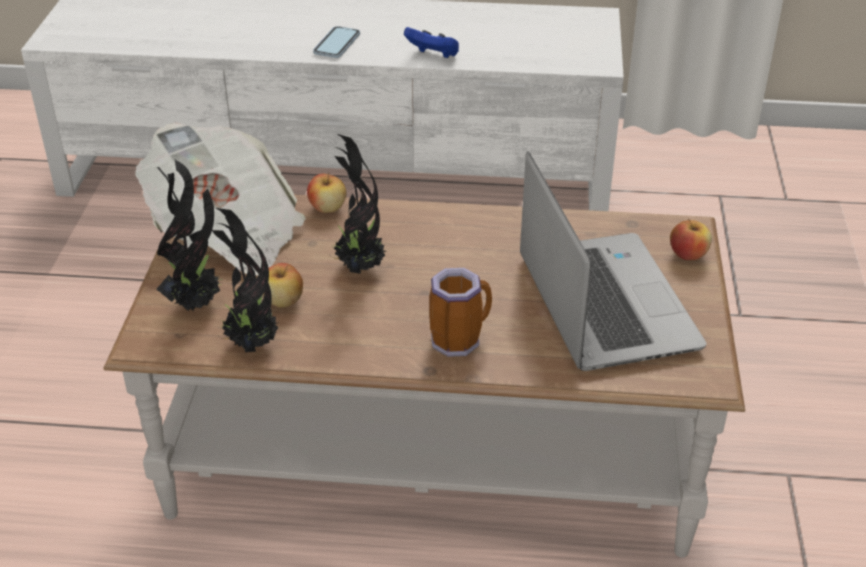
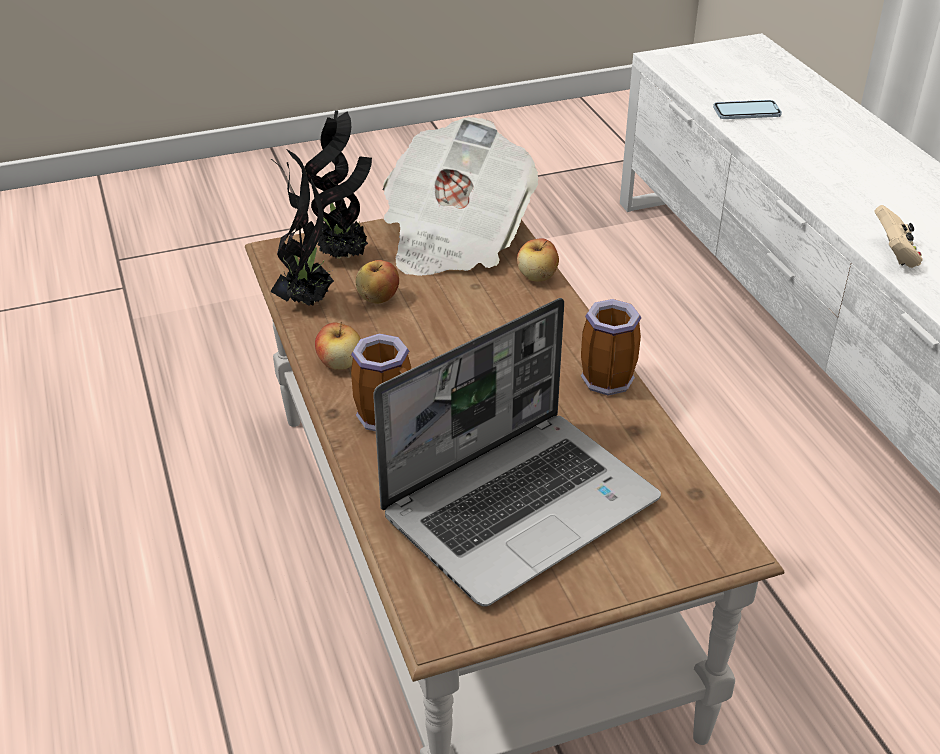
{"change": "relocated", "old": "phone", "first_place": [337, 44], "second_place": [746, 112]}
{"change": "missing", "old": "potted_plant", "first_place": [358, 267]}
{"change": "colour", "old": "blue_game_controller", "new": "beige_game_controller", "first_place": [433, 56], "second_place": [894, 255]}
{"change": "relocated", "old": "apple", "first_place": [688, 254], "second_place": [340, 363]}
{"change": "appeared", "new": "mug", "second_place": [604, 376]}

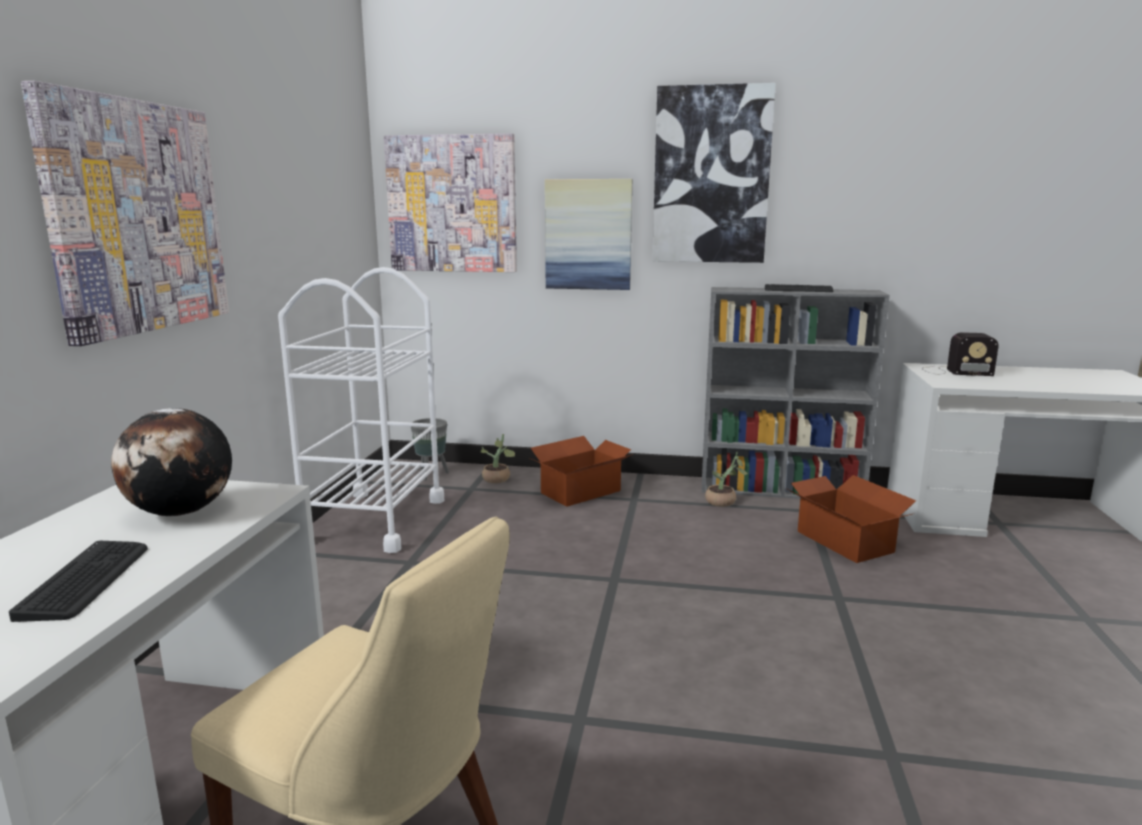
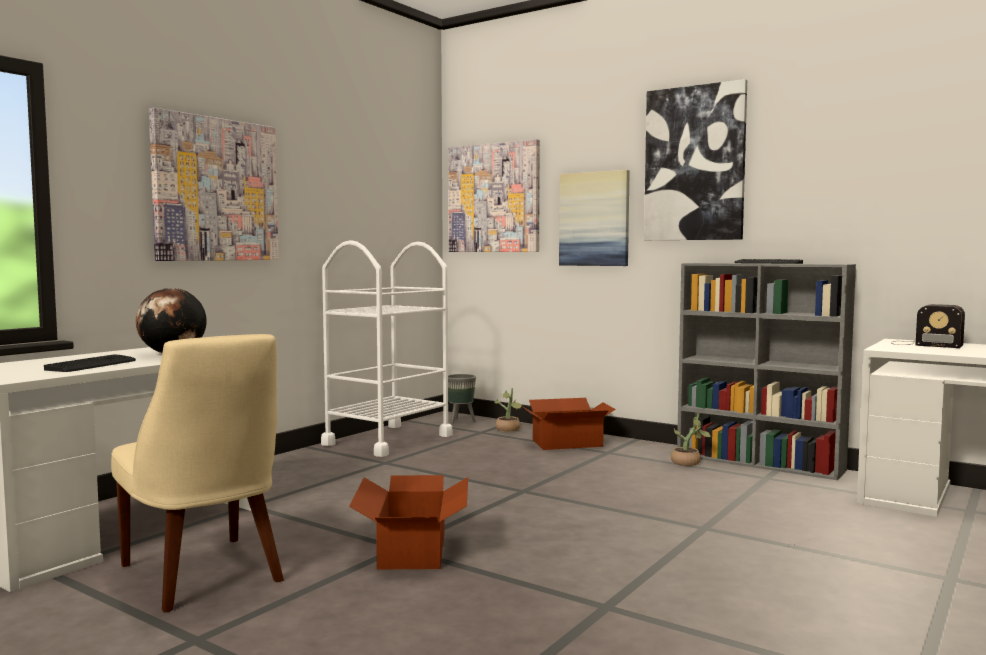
{"change": "relocated", "old": "cardboard_box", "first_place": [844, 541], "second_place": [414, 550]}

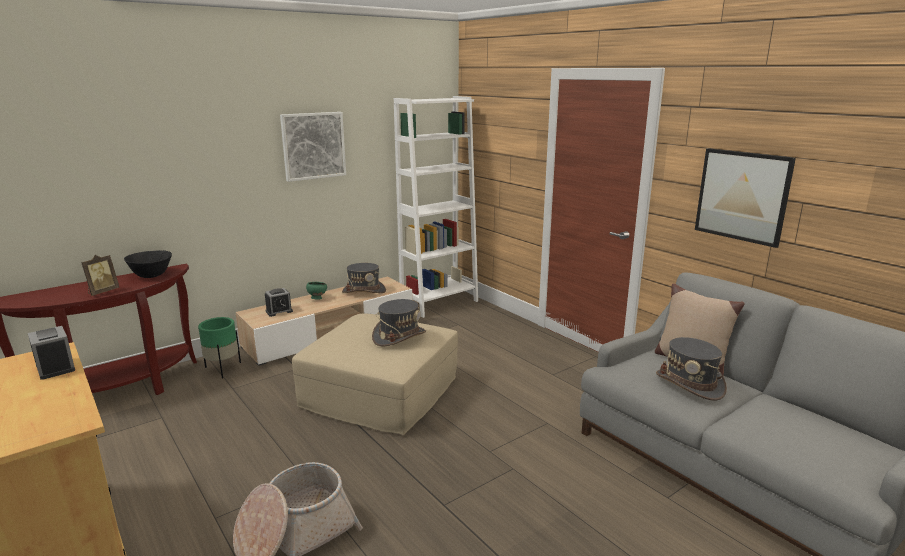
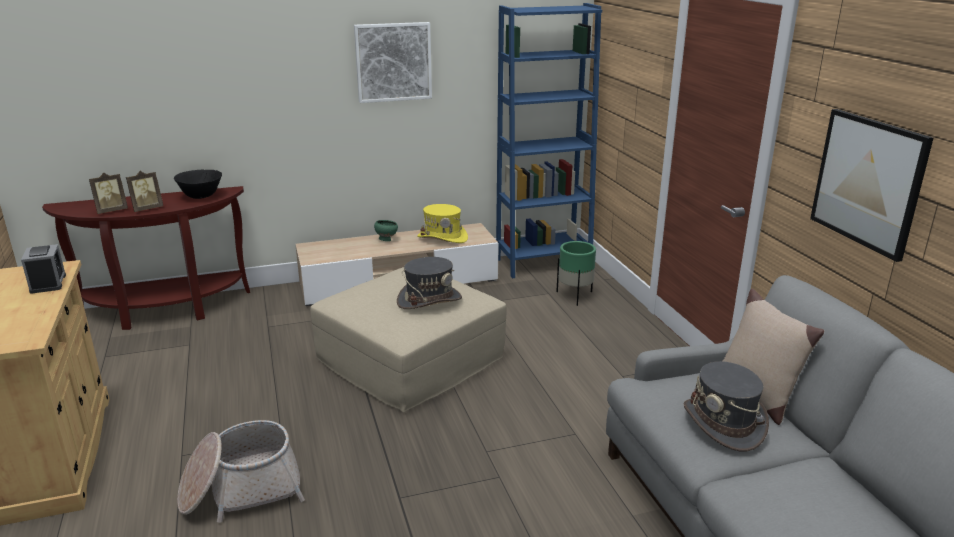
{"change": "relocated", "old": "green_planter", "first_place": [222, 369], "second_place": [575, 296]}
{"change": "missing", "old": "alarm_clock", "first_place": [279, 311]}
{"change": "colour", "old": "grey_hat", "new": "yellow_hat", "first_place": [364, 291], "second_place": [442, 237]}
{"change": "colour", "old": "white_bookcase", "new": "blue_bookcase", "first_place": [439, 303], "second_place": [543, 263]}
{"change": "appeared", "new": "picture_frame", "second_place": [111, 211]}

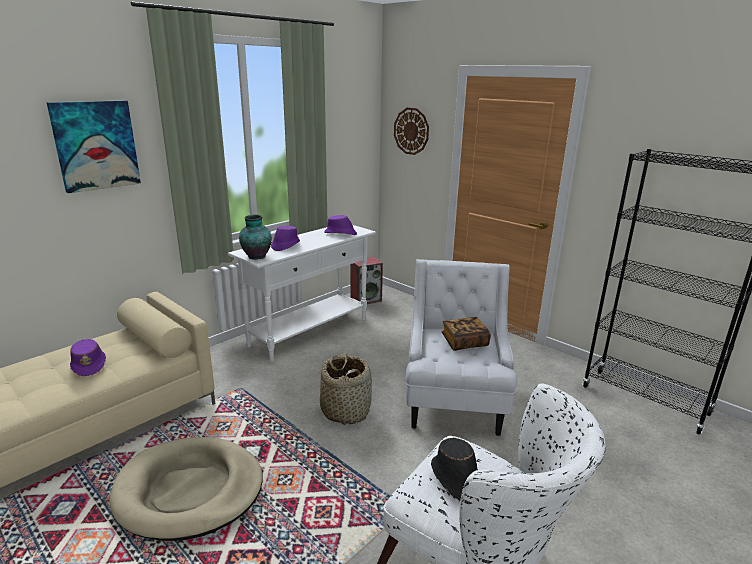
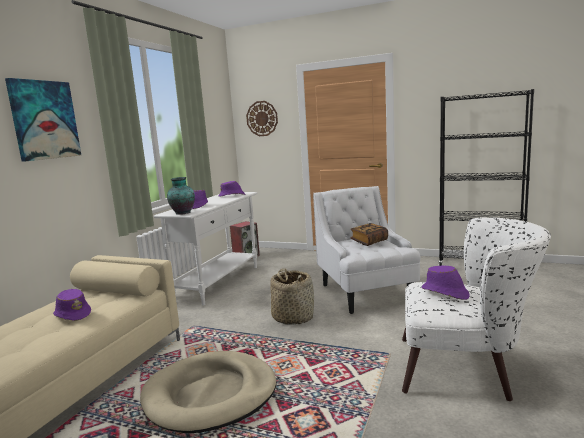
{"change": "colour", "old": "black_hat", "new": "purple_hat", "first_place": [455, 478], "second_place": [445, 293]}

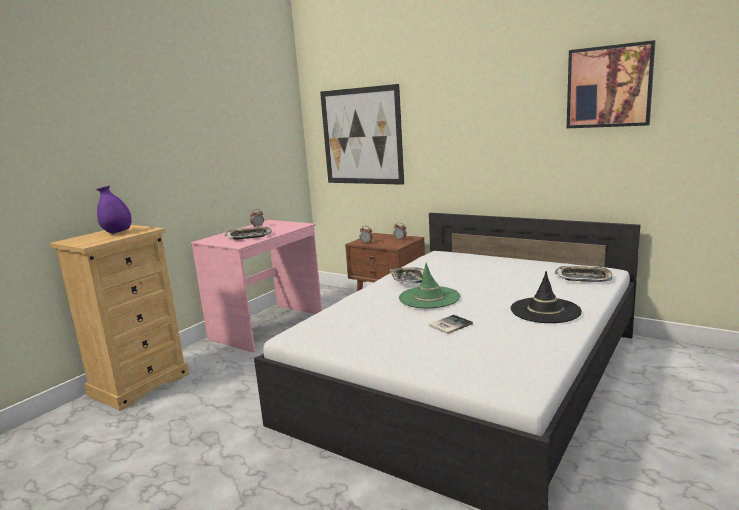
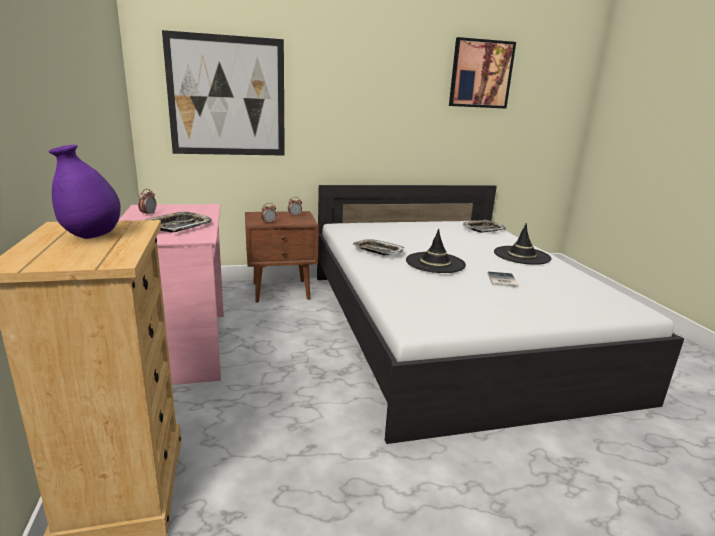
{"change": "colour", "old": "green_hat", "new": "black_hat", "first_place": [429, 298], "second_place": [435, 263]}

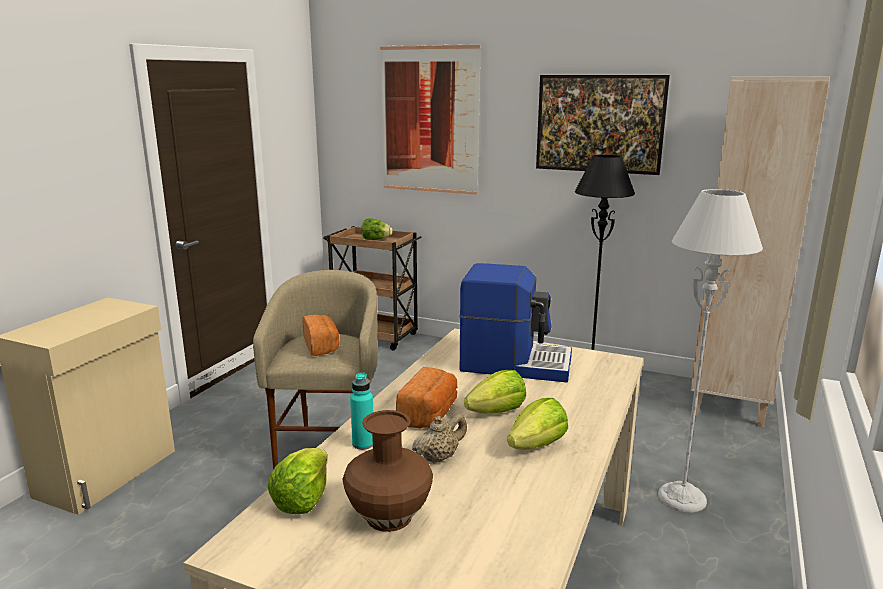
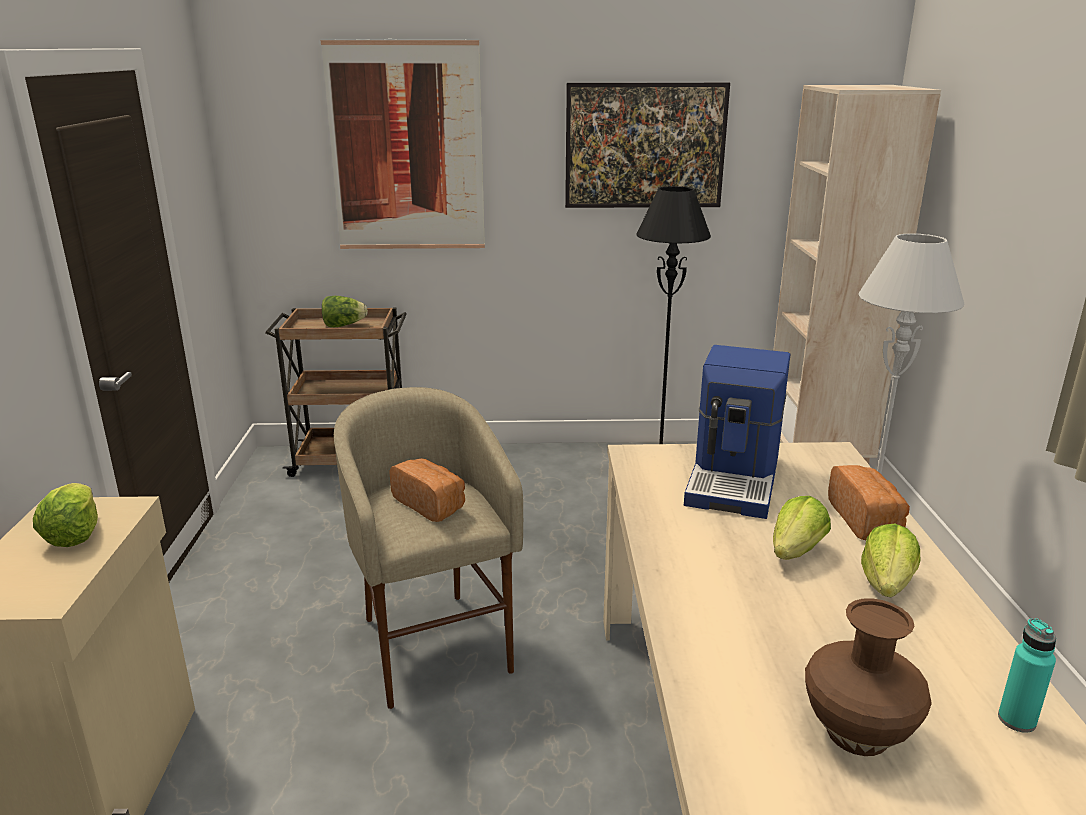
{"change": "relocated", "old": "lettuce", "first_place": [303, 499], "second_place": [74, 535]}
{"change": "relocated", "old": "turquoise_bottle", "first_place": [363, 444], "second_place": [1016, 720]}
{"change": "relocated", "old": "bread", "first_place": [429, 414], "second_place": [866, 520]}
{"change": "missing", "old": "beige_teapot", "first_place": [439, 457]}
{"change": "spun", "old": "coffee_machine", "first_place": [515, 363], "second_place": [735, 480], "degrees": 120}

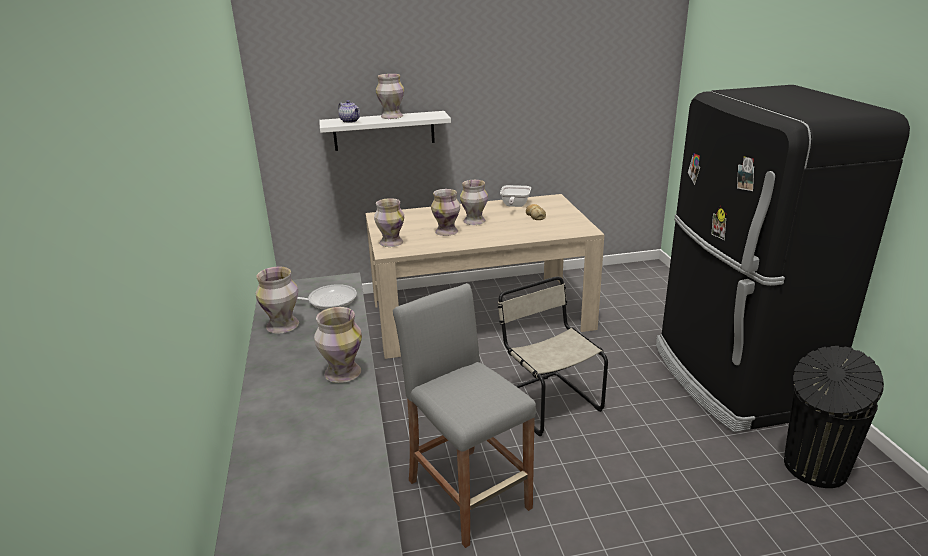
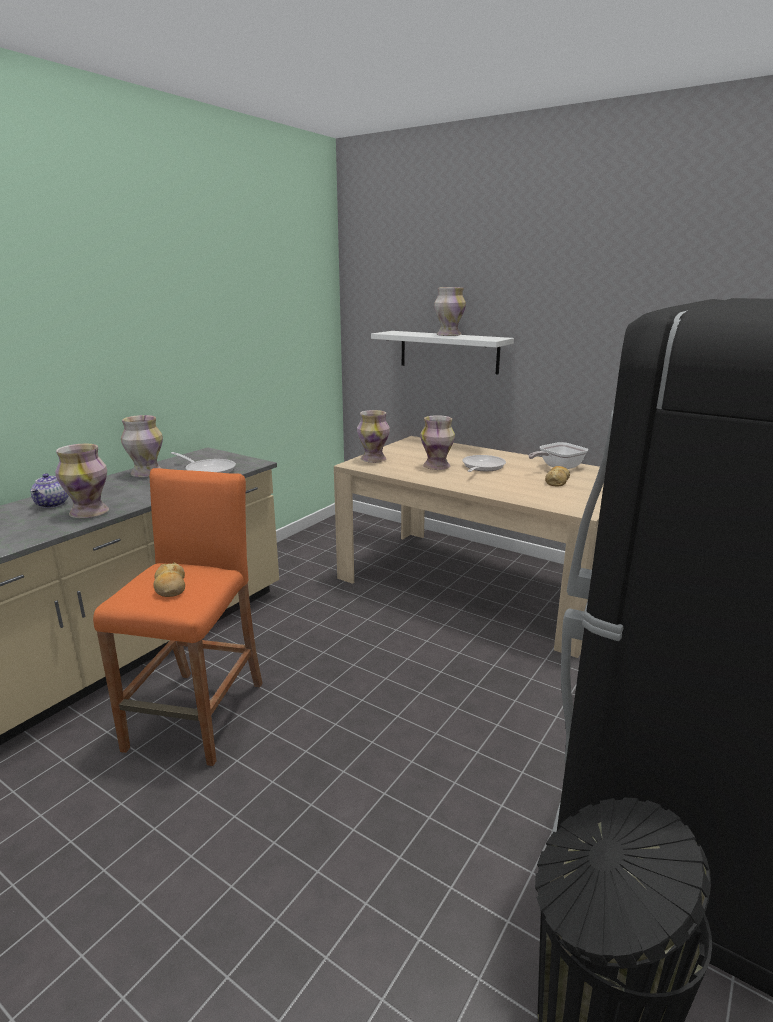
{"change": "relocated", "old": "teapot", "first_place": [350, 121], "second_place": [52, 504]}
{"change": "colour", "old": "grey_stool", "new": "orange_stool", "first_place": [469, 494], "second_place": [197, 715]}
{"change": "exchanged", "old": "vase", "new": "frying_pan", "first_place": [474, 222], "second_place": [481, 467]}
{"change": "missing", "old": "beige_chair", "first_place": [547, 401]}
{"change": "appeared", "new": "bread", "second_place": [170, 587]}

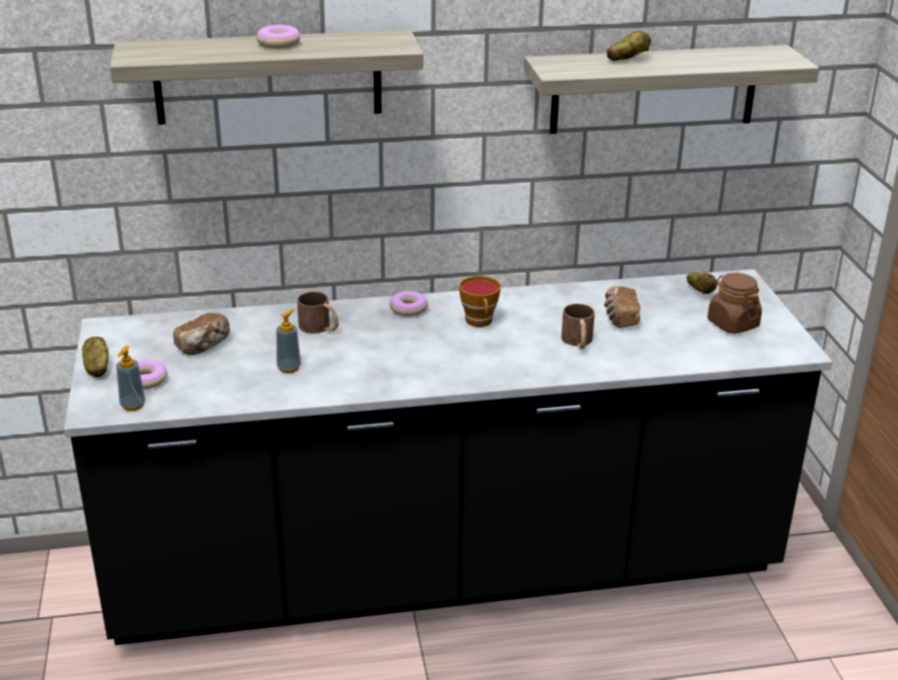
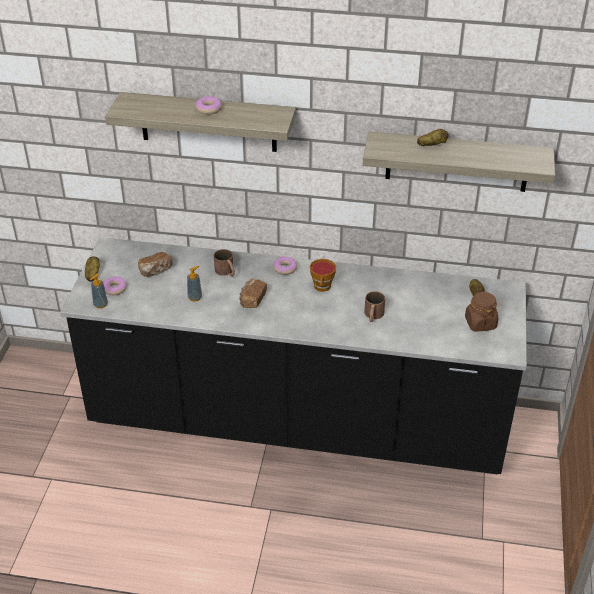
{"change": "relocated", "old": "bread", "first_place": [619, 318], "second_place": [252, 300]}

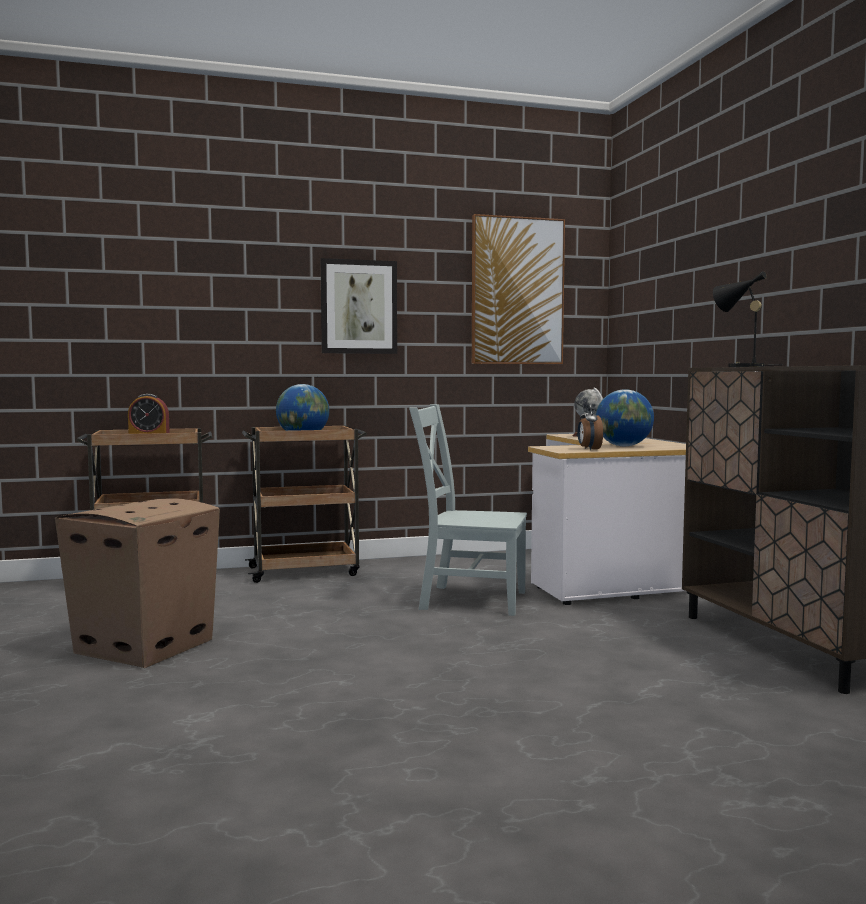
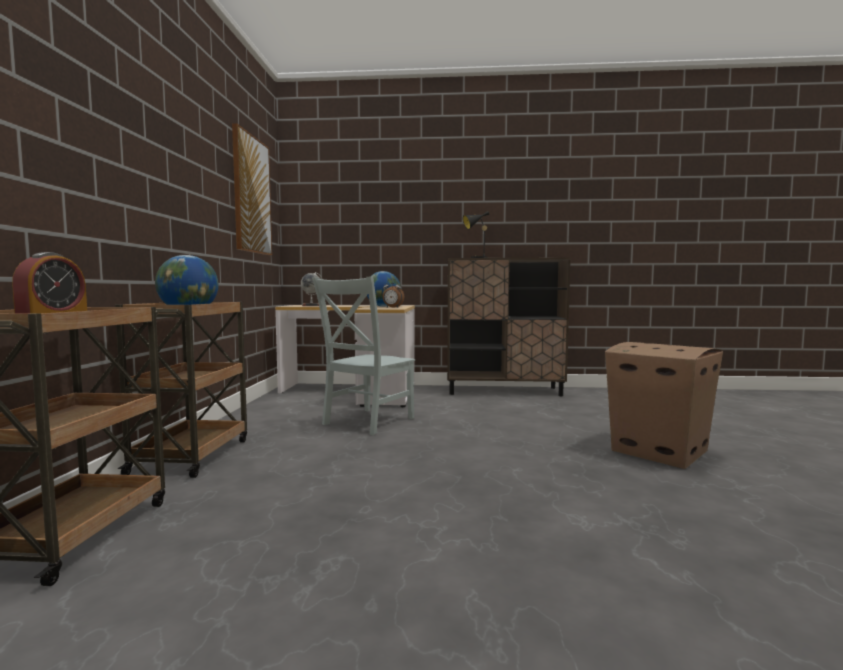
{"change": "relocated", "old": "cardboard_box", "first_place": [146, 646], "second_place": [657, 450]}
{"change": "missing", "old": "picture", "first_place": [358, 307]}

